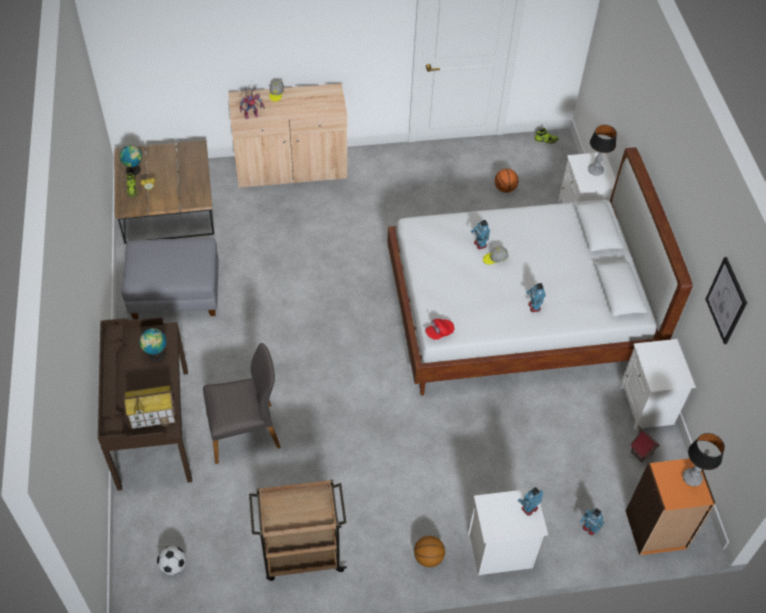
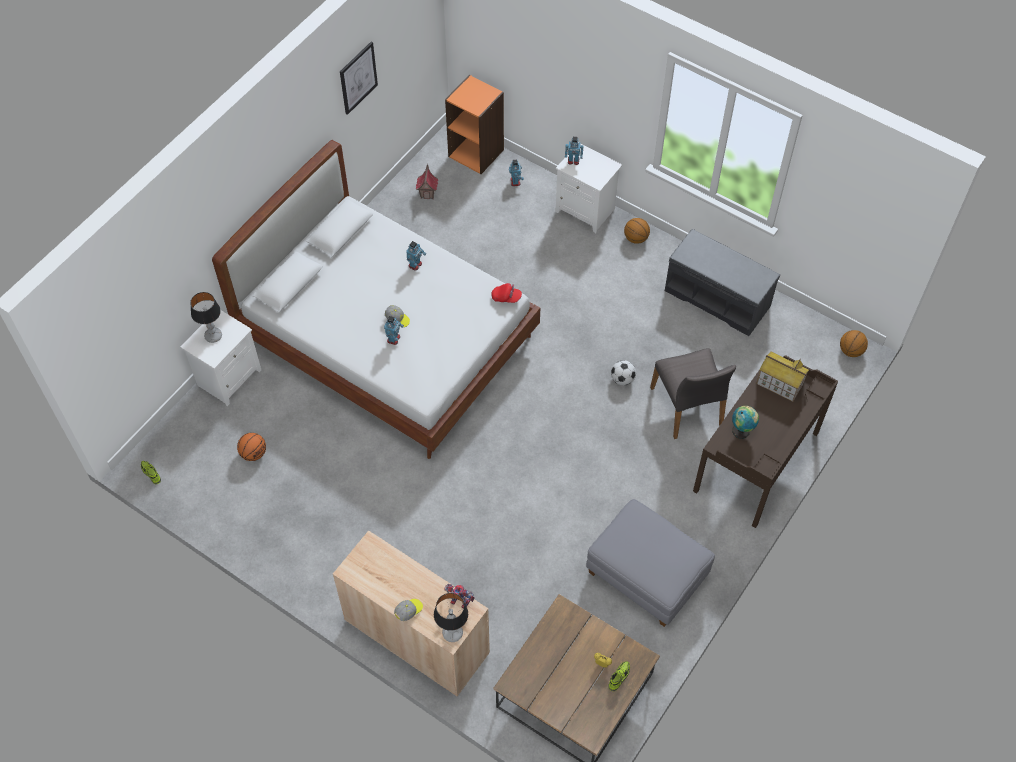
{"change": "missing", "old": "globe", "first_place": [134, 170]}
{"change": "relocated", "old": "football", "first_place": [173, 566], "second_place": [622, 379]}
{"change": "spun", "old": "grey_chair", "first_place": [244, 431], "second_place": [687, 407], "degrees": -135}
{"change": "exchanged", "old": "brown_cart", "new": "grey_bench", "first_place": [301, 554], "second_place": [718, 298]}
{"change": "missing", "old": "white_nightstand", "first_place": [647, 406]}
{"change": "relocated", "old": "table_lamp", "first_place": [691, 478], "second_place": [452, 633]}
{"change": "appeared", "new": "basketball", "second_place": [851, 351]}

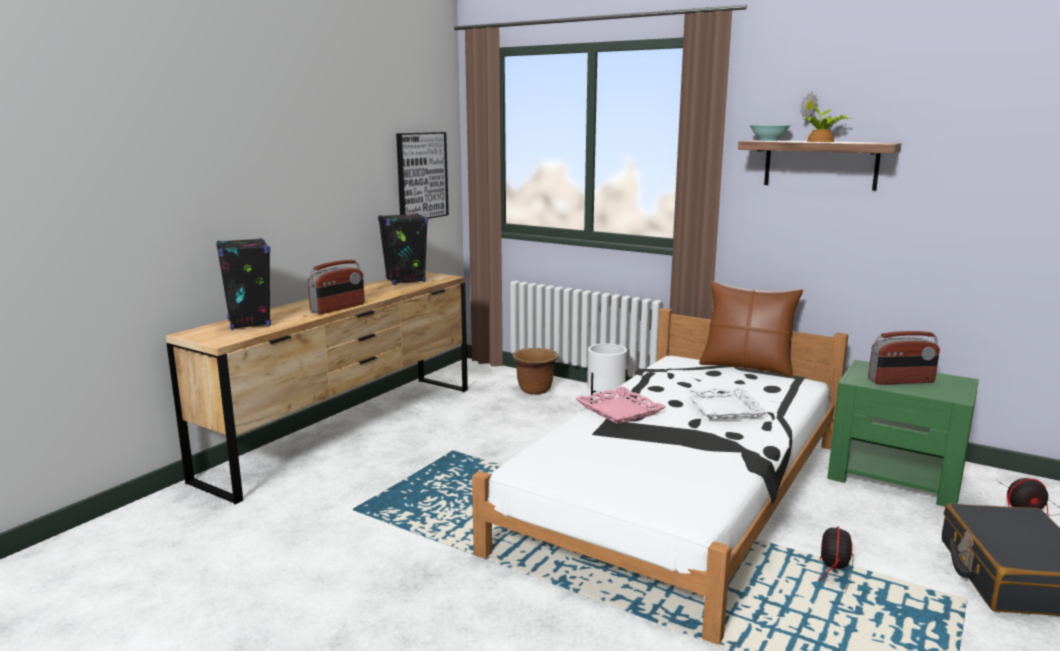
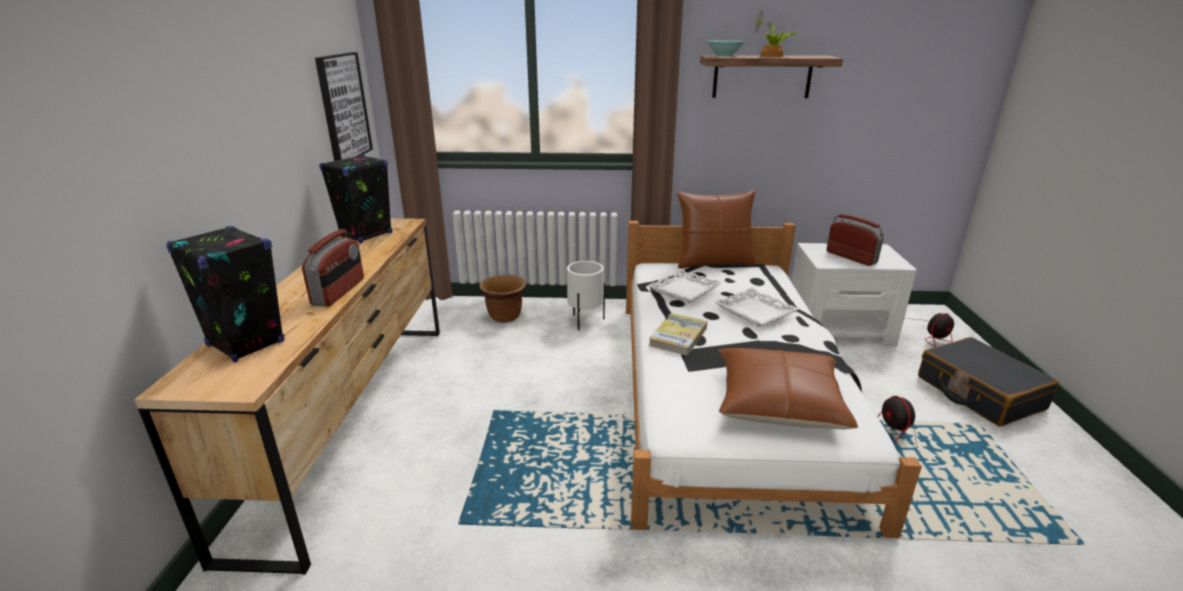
{"change": "exchanged", "old": "pink_tray", "new": "book", "first_place": [619, 410], "second_place": [678, 336]}
{"change": "colour", "old": "green_nightstand", "new": "white_nightstand", "first_place": [896, 476], "second_place": [839, 329]}
{"change": "spun", "old": "radio", "first_place": [901, 381], "second_place": [851, 257], "degrees": -90}
{"change": "appeared", "new": "white_tray", "second_place": [684, 290]}
{"change": "appeared", "new": "brown_pillow", "second_place": [778, 402]}

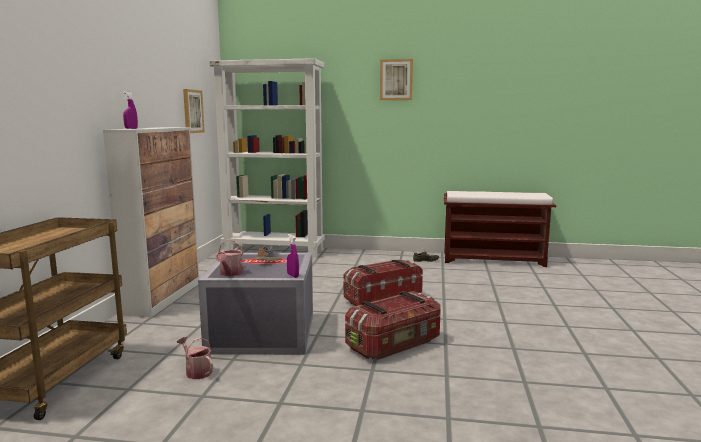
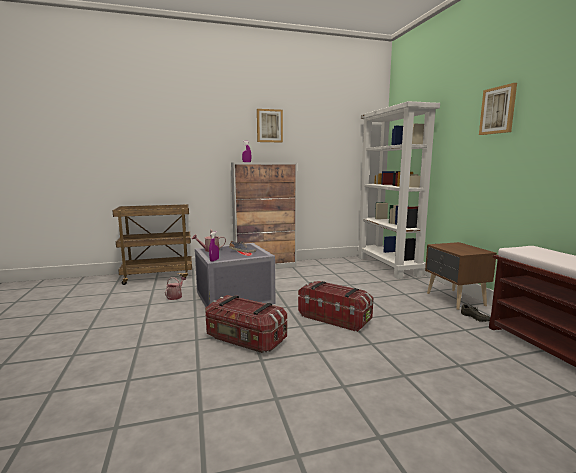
{"change": "relocated", "old": "picture", "first_place": [192, 111], "second_place": [269, 126]}
{"change": "appeared", "new": "brown_nightstand", "second_place": [455, 300]}

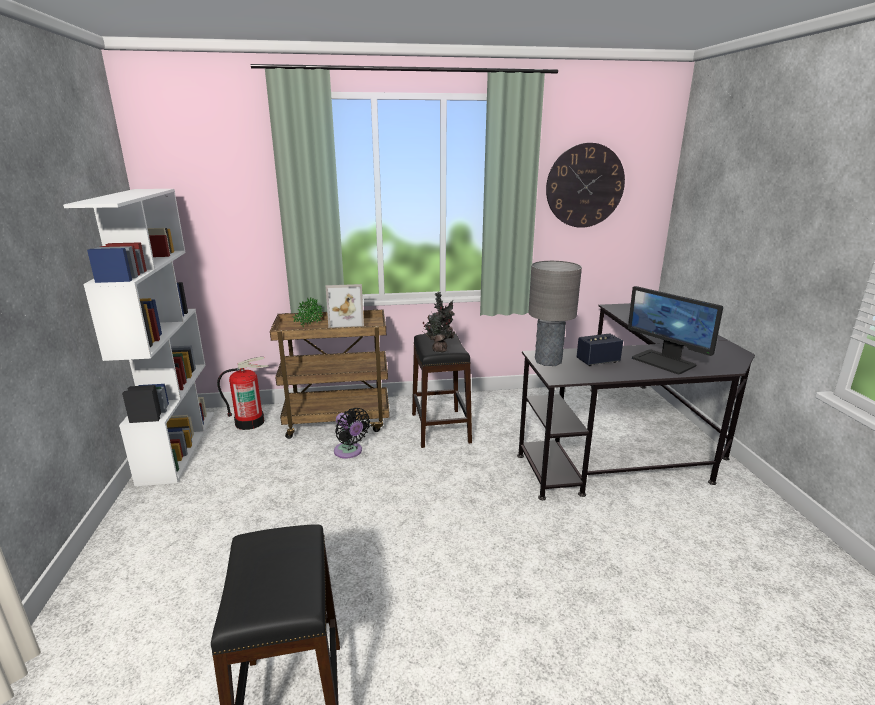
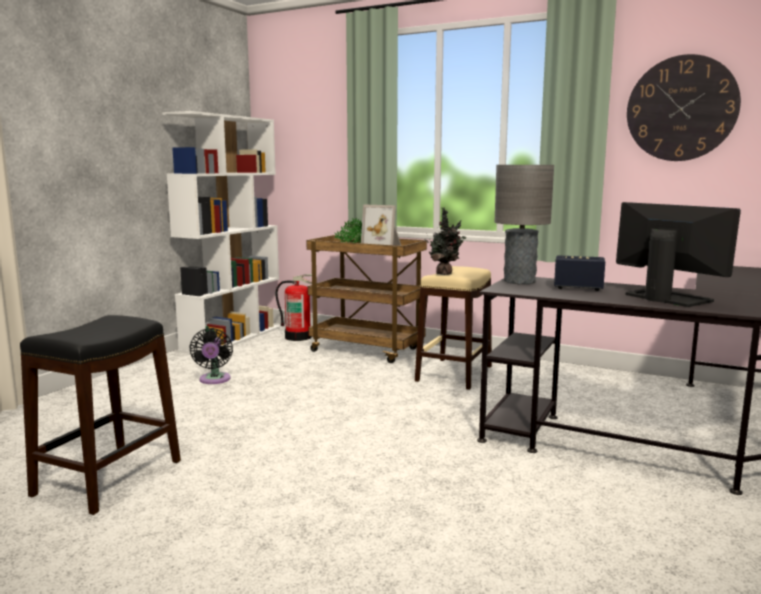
{"change": "relocated", "old": "black_fan", "first_place": [349, 452], "second_place": [214, 380]}
{"change": "colour", "old": "black_stool", "new": "beige_stool", "first_place": [440, 428], "second_place": [453, 373]}
{"change": "spun", "old": "monitor", "first_place": [664, 362], "second_place": [666, 298], "degrees": 150}

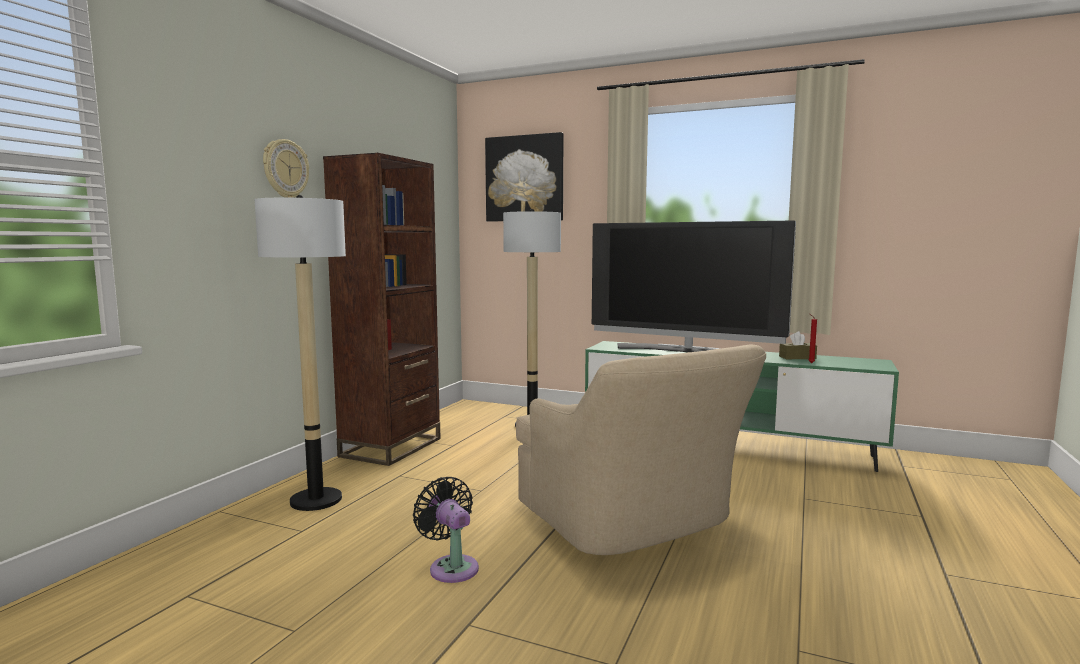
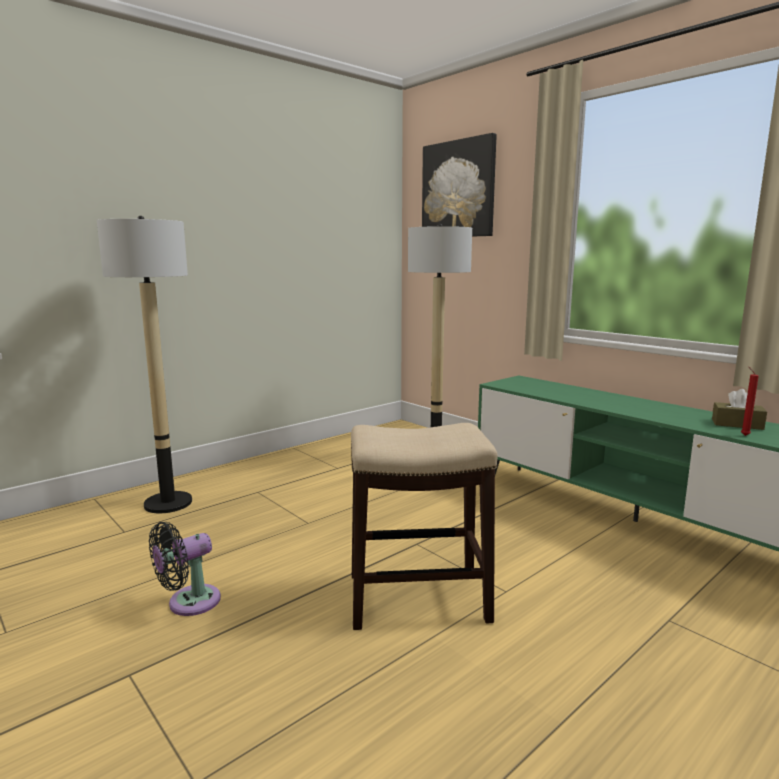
{"change": "missing", "old": "wall_clock", "first_place": [285, 169]}
{"change": "missing", "old": "brown_bookcase", "first_place": [391, 447]}
{"change": "spun", "old": "black_fan", "first_place": [451, 567], "second_place": [189, 603], "degrees": -120}
{"change": "exchanged", "old": "beige_armchair", "new": "stool", "first_place": [633, 521], "second_place": [416, 597]}
{"change": "missing", "old": "television", "first_place": [686, 351]}

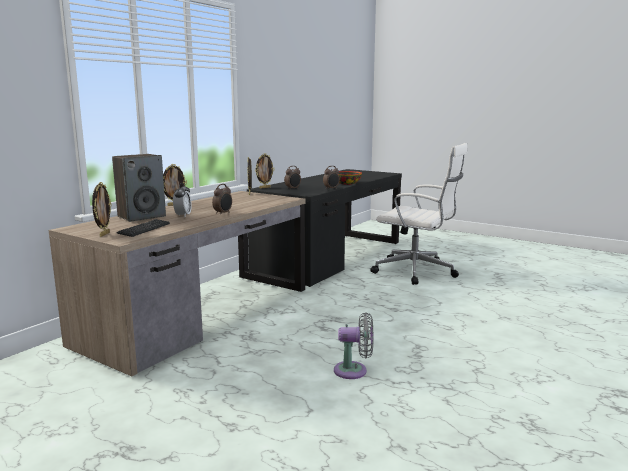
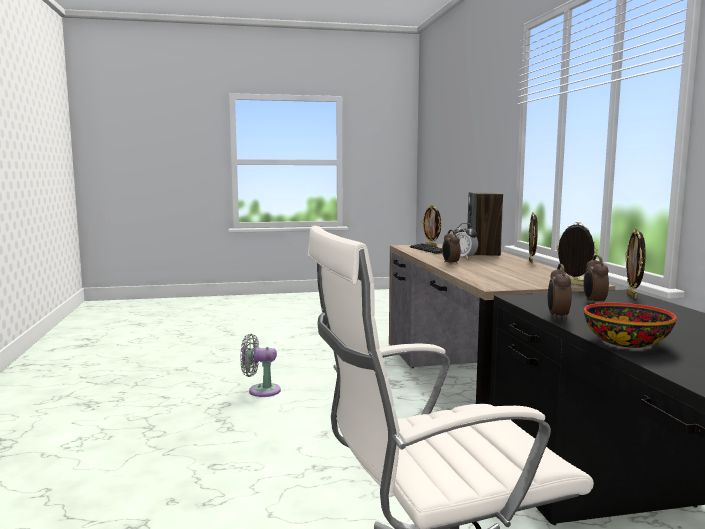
{"change": "spun", "old": "grey_fan", "first_place": [354, 371], "second_place": [261, 390], "degrees": 45}

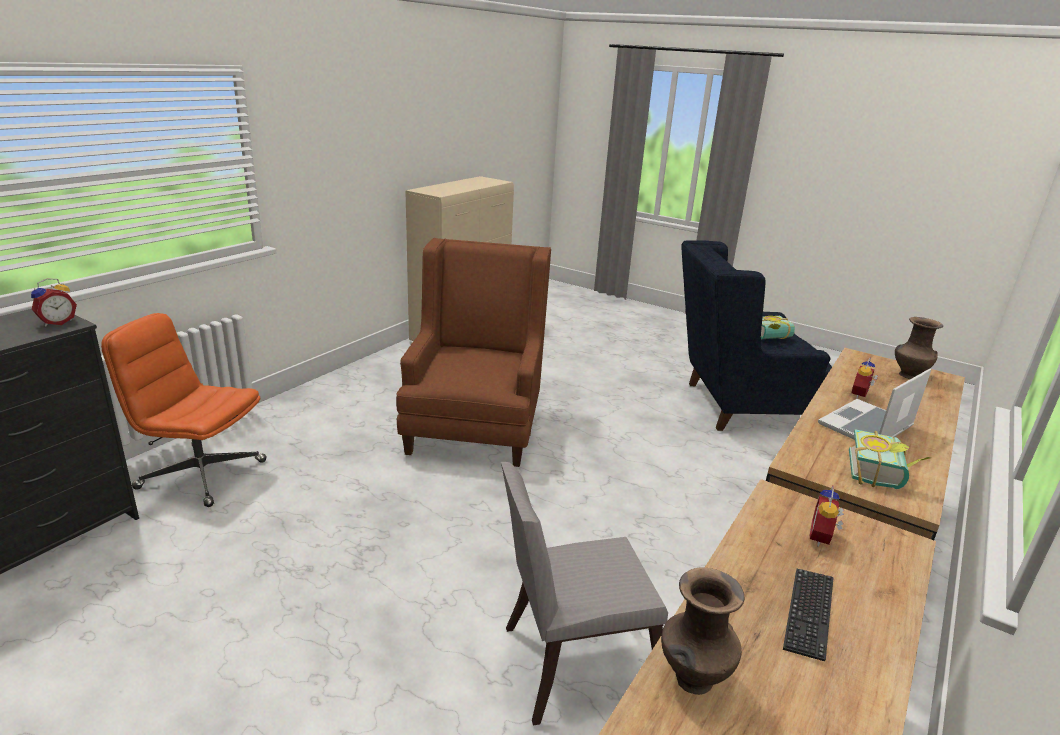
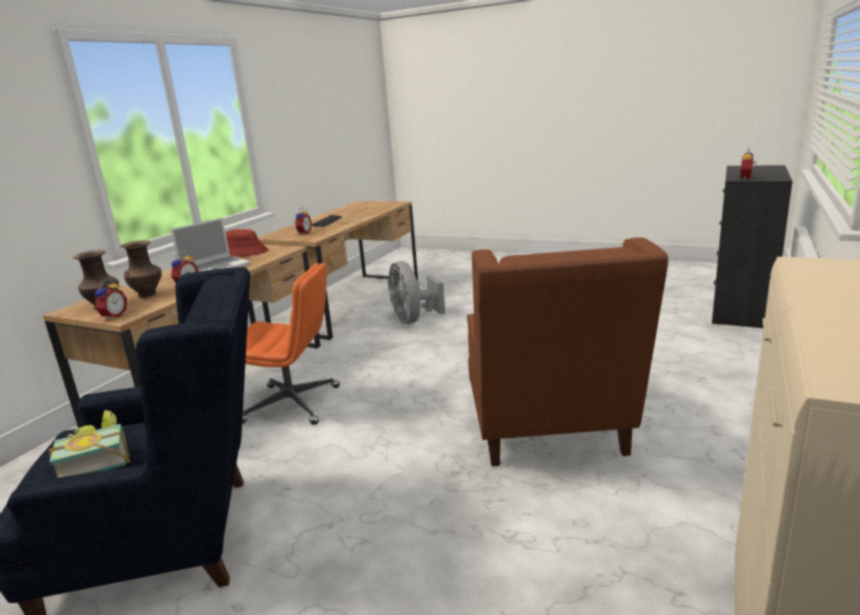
{"change": "relocated", "old": "orange_office_chair", "first_place": [200, 474], "second_place": [293, 404]}
{"change": "exchanged", "old": "grey_chair", "new": "grey_fan", "first_place": [570, 663], "second_place": [413, 320]}
{"change": "relocated", "old": "brown_vase", "first_place": [692, 680], "second_place": [148, 294]}
{"change": "exchanged", "old": "book", "new": "red_hat", "first_place": [881, 474], "second_place": [242, 252]}
{"change": "appeared", "new": "alarm_clock", "second_place": [113, 316]}

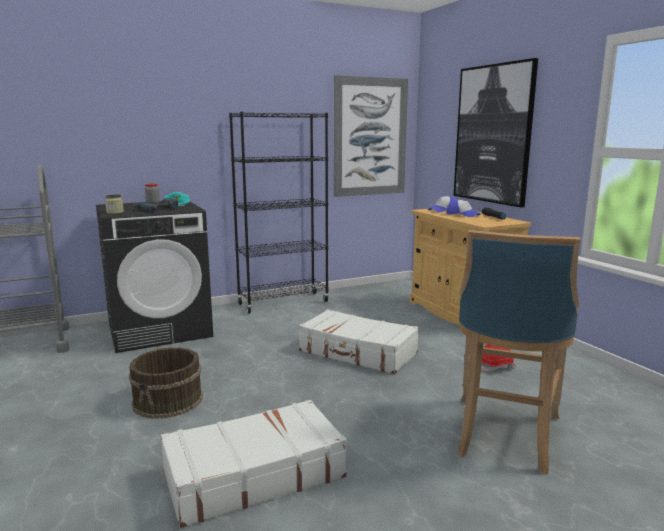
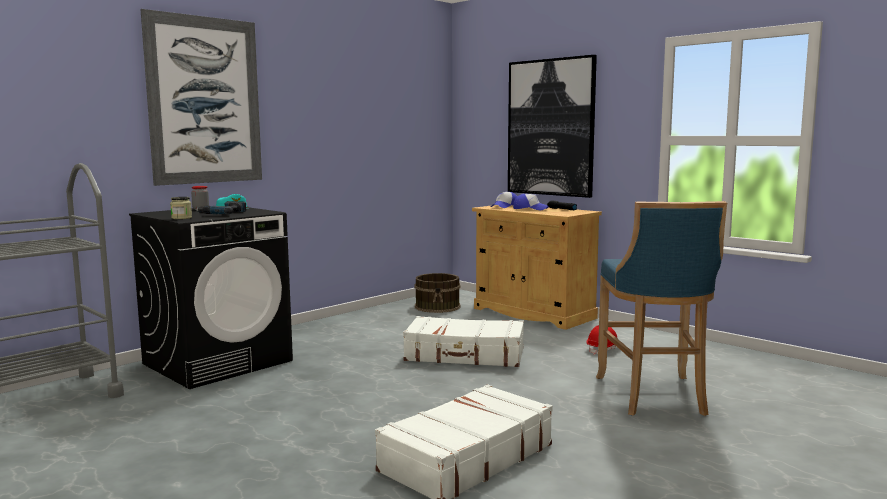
{"change": "relocated", "old": "brown_bucket", "first_place": [168, 400], "second_place": [438, 306]}
{"change": "missing", "old": "black_bookcase", "first_place": [283, 303]}
{"change": "relocated", "old": "picture", "first_place": [370, 137], "second_place": [205, 101]}

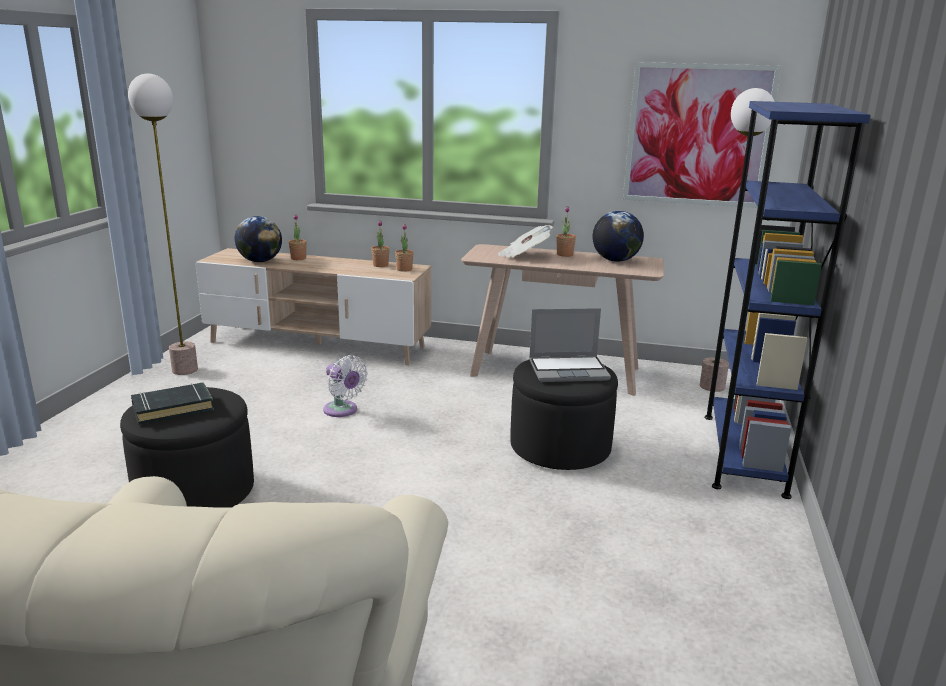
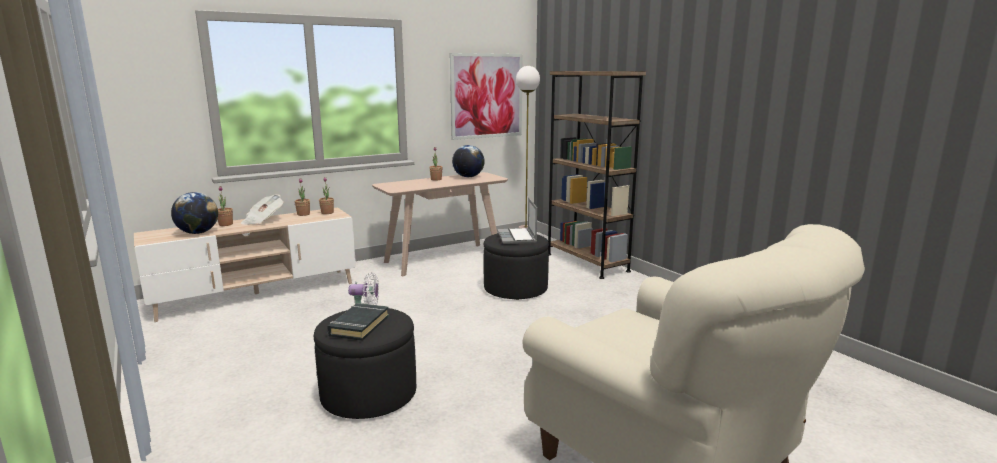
{"change": "missing", "old": "floor_lamp", "first_place": [185, 370]}
{"change": "relocated", "old": "newspaper", "first_place": [524, 255], "second_place": [263, 220]}
{"change": "spun", "old": "laptop", "first_place": [569, 370], "second_place": [517, 237], "degrees": 135}
{"change": "colour", "old": "blue_bookcase", "new": "brown_bookcase", "first_place": [743, 453], "second_place": [587, 262]}

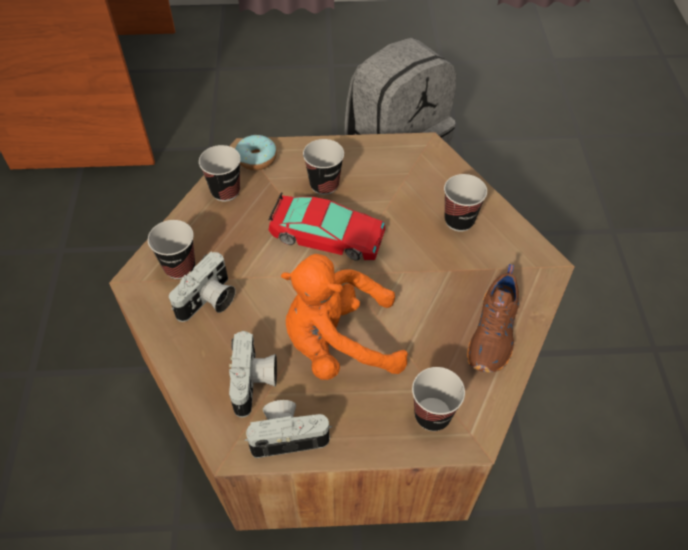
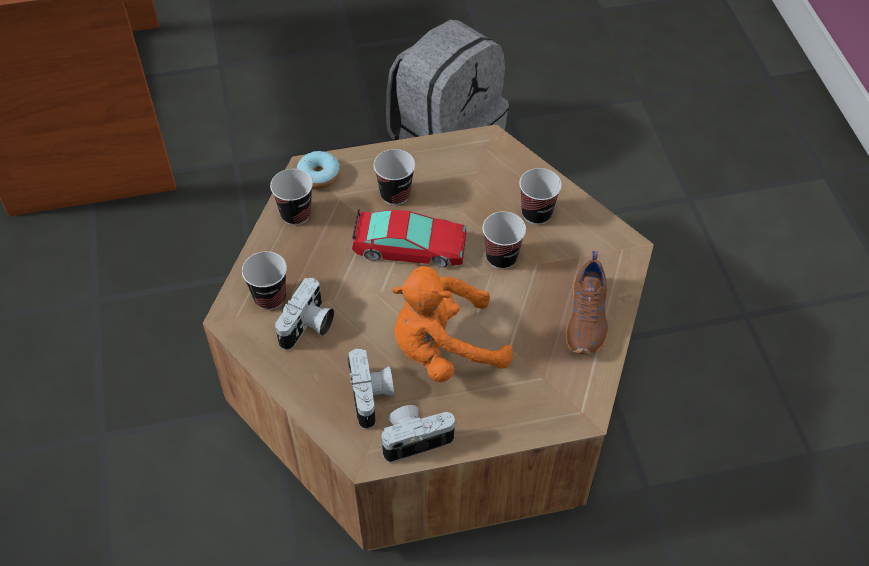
{"change": "relocated", "old": "cup", "first_place": [432, 415], "second_place": [501, 257]}

